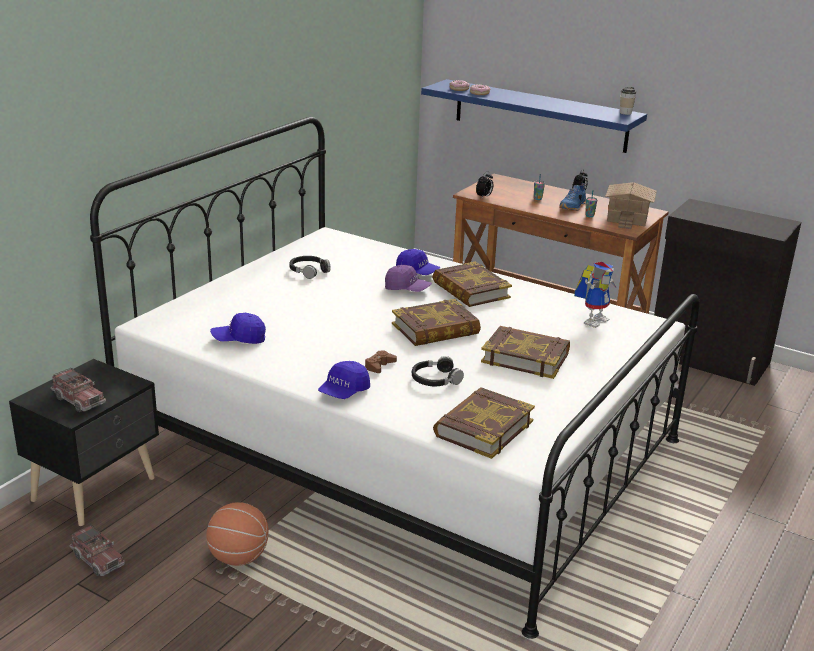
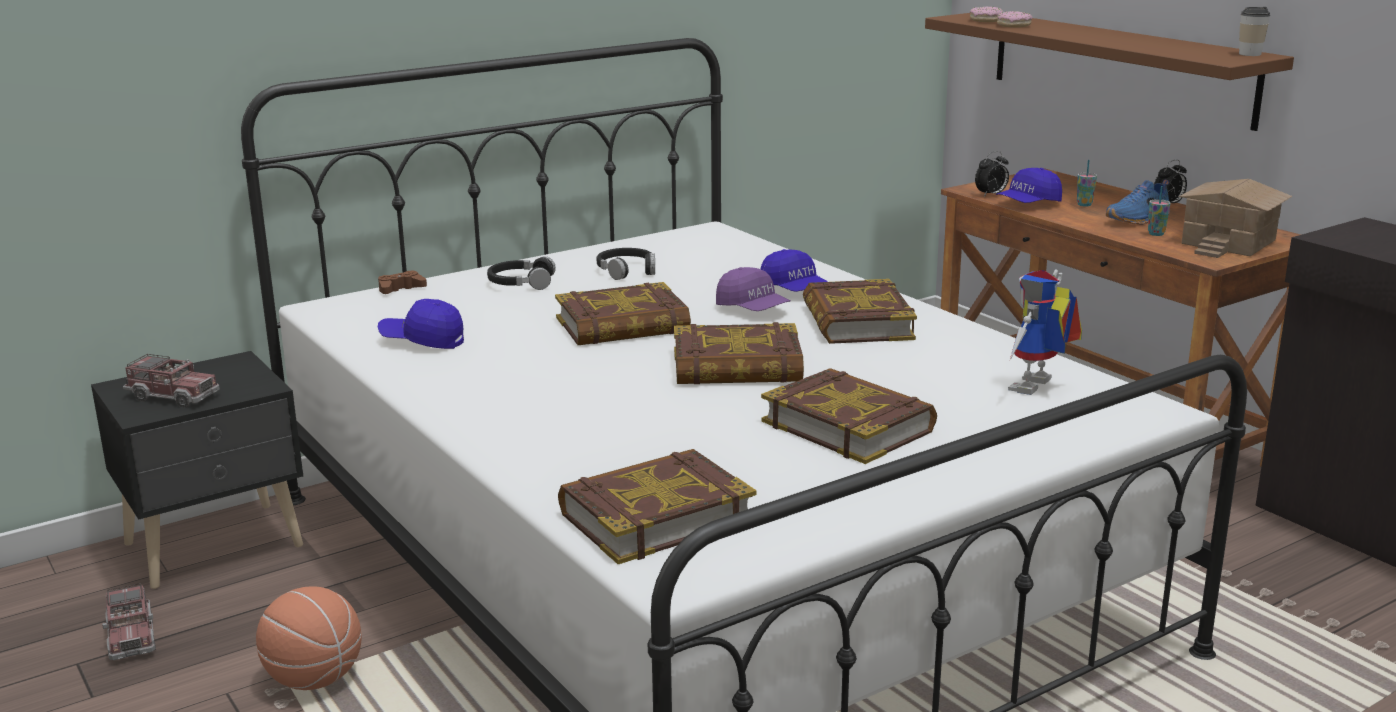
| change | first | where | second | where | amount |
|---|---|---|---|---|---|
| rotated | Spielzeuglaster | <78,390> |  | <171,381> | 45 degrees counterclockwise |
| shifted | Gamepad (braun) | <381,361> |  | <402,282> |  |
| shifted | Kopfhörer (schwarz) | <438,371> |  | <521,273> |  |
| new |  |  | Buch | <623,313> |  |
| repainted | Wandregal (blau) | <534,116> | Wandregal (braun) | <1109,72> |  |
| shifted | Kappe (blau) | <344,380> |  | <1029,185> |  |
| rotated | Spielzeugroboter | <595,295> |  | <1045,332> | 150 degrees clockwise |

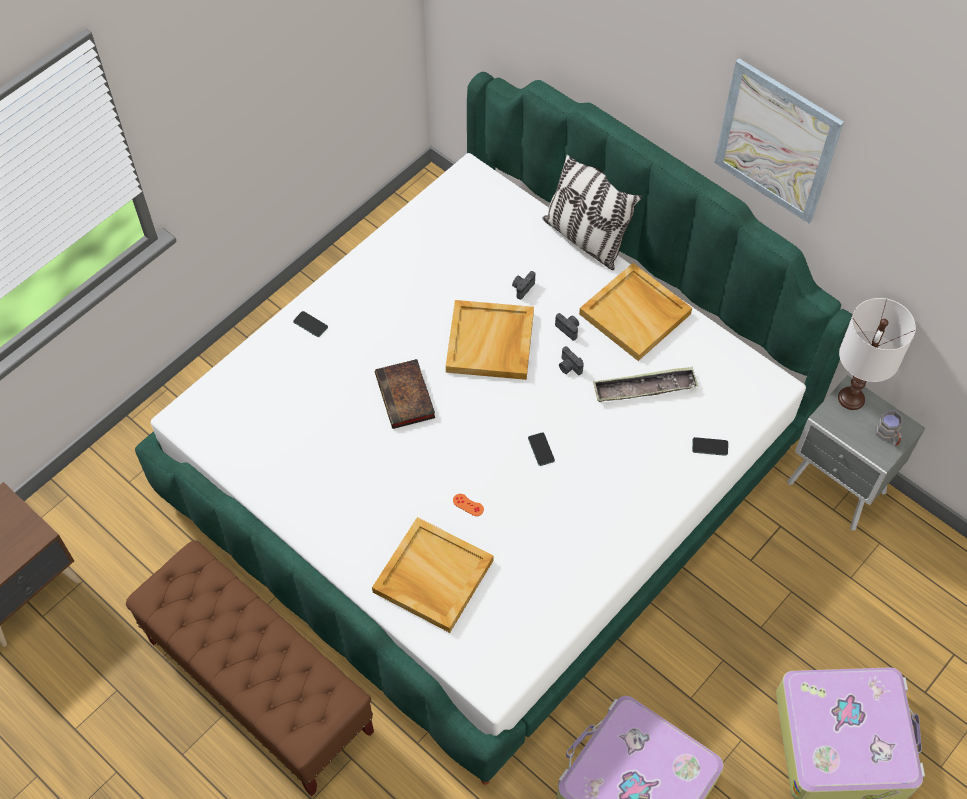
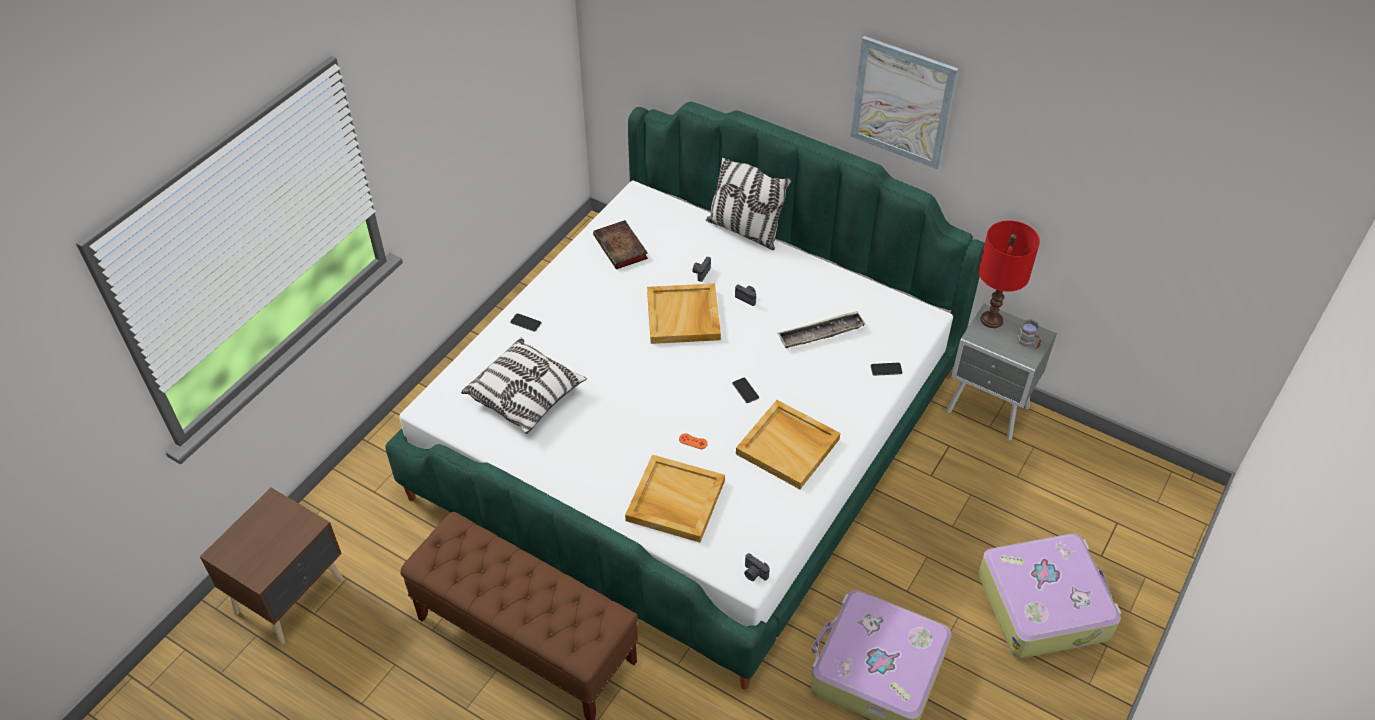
| change | first | where | second | where | amount |
|---|---|---|---|---|---|
| new |  |  | Kissen | <524,386> |  |
| shifted | Buch | <405,394> |  | <620,244> |  |
| shifted | Tablett (beige) | <635,312> |  | <788,444> |  |
| shifted | Kamera | <571,360> |  | <757,567> |  |
| repainted | Tischlampe (weiß) | <877,354> | Tischlampe (rot) | <1009,274> |  |

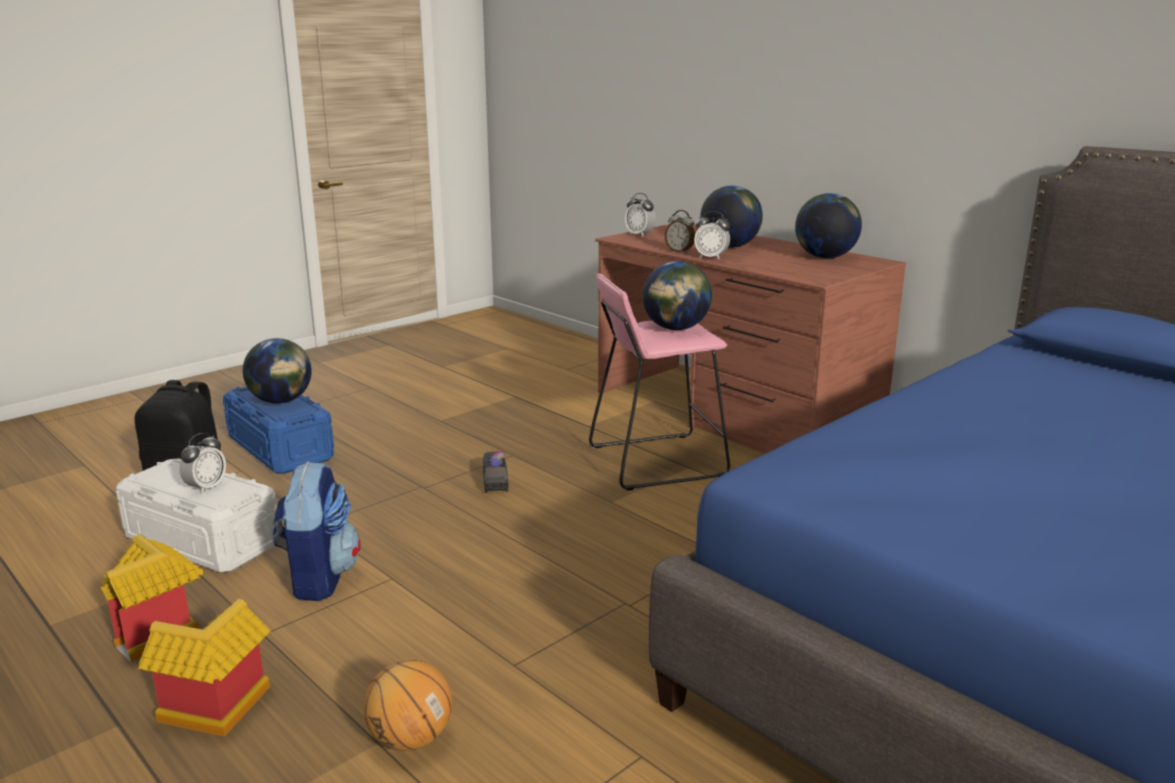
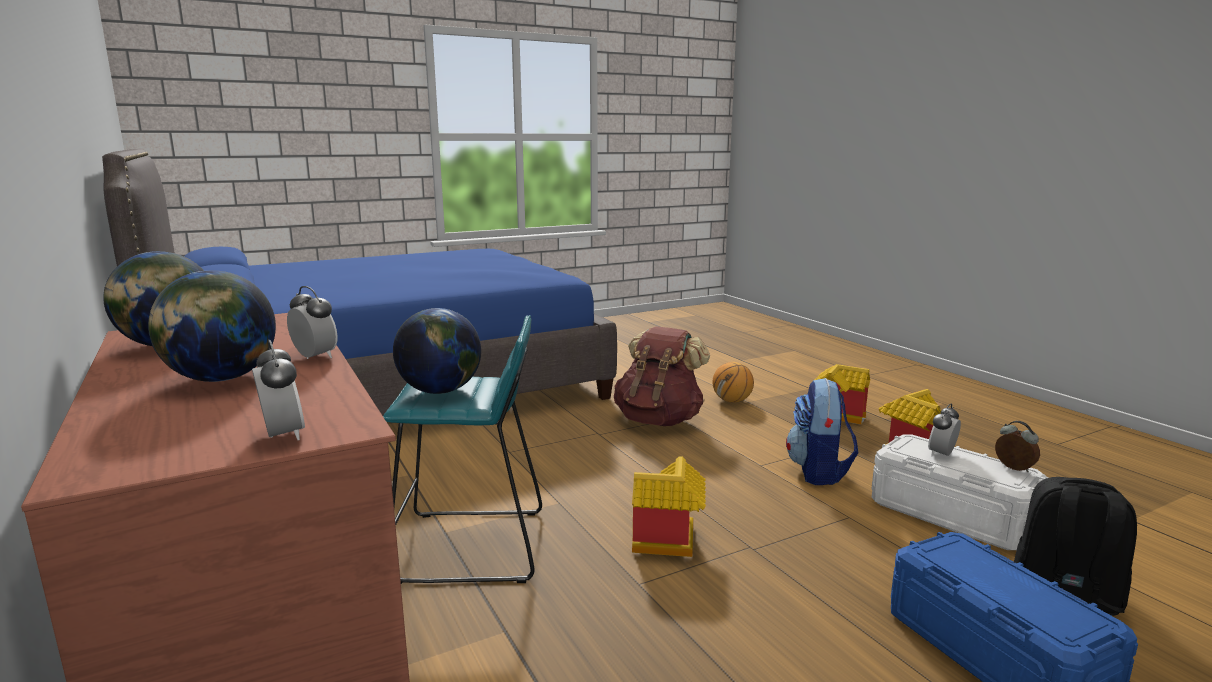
| change | first | where | second | where | amount |
|---|---|---|---|---|---|
| repainted | Hocker (rosa) | <659,382> | Hocker (türkis) | <462,449> |  |
| new |  |  | Rucksack (braun) | <662,376> |  |
| swapped | Spielzeuglaster | <496,472> | Spielzeughaus | <669,506> |  |
| shifted | Wecker | <680,231> |  | <1017,446> |  |
| gone | Globus | <277,371> |  |  |  |

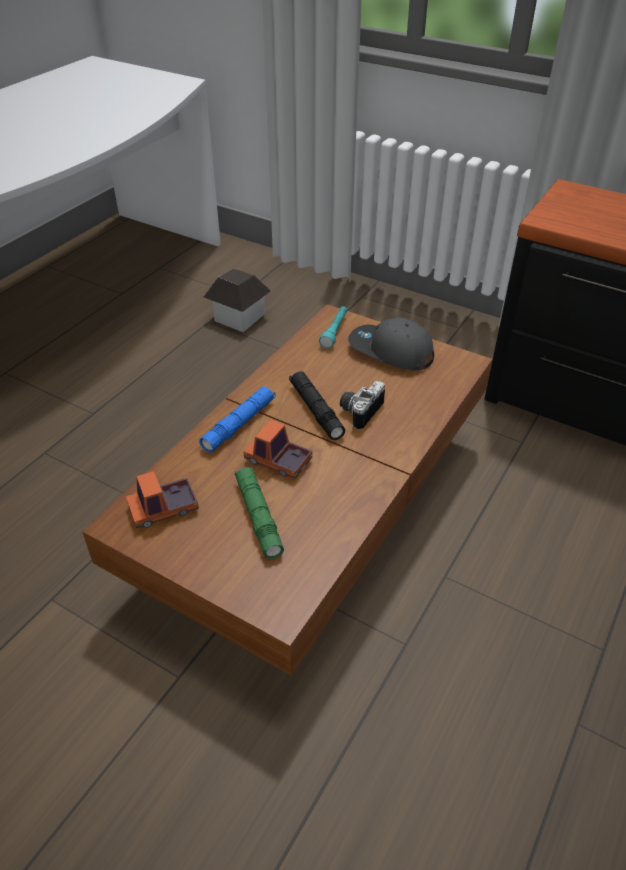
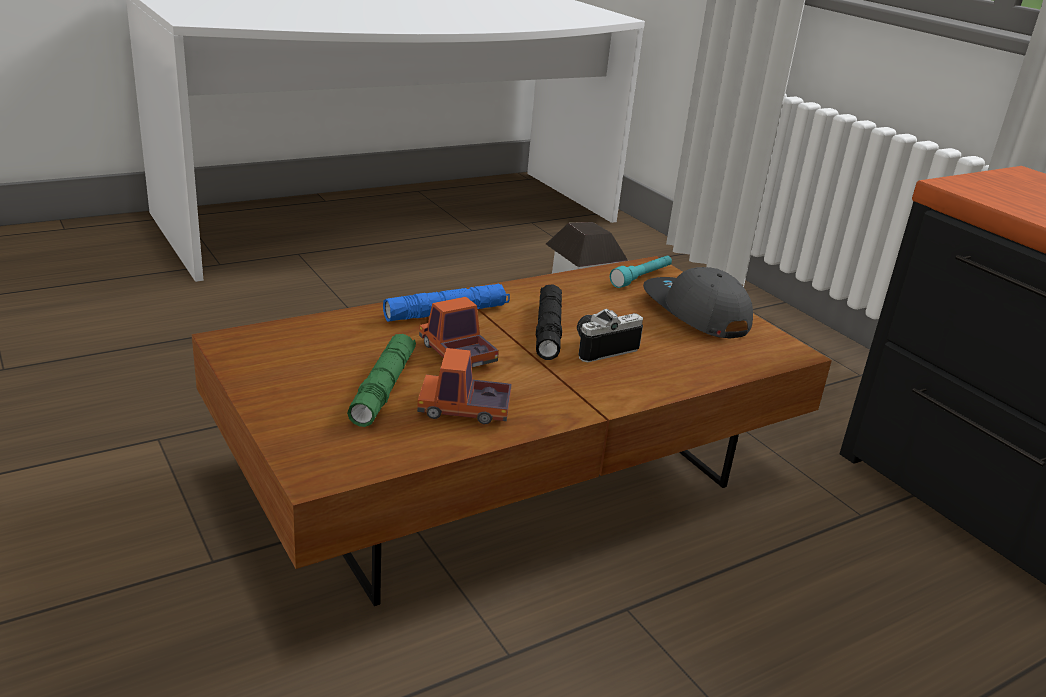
| change | first | where | second | where | amount |
|---|---|---|---|---|---|
| shifted | Spielzeuglaster | <162,499> |  | <464,386> |  |

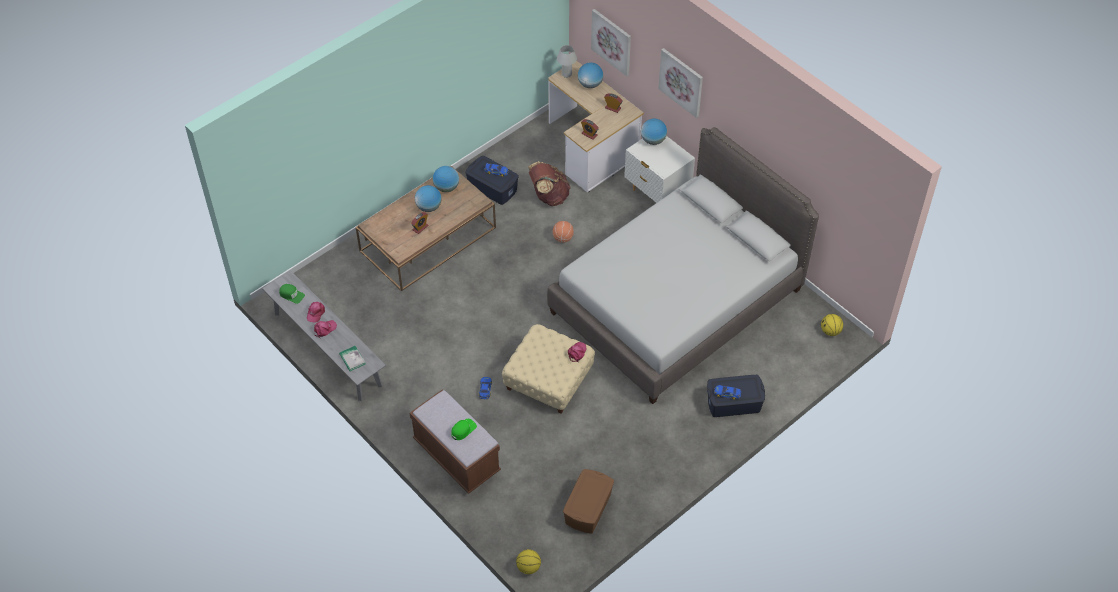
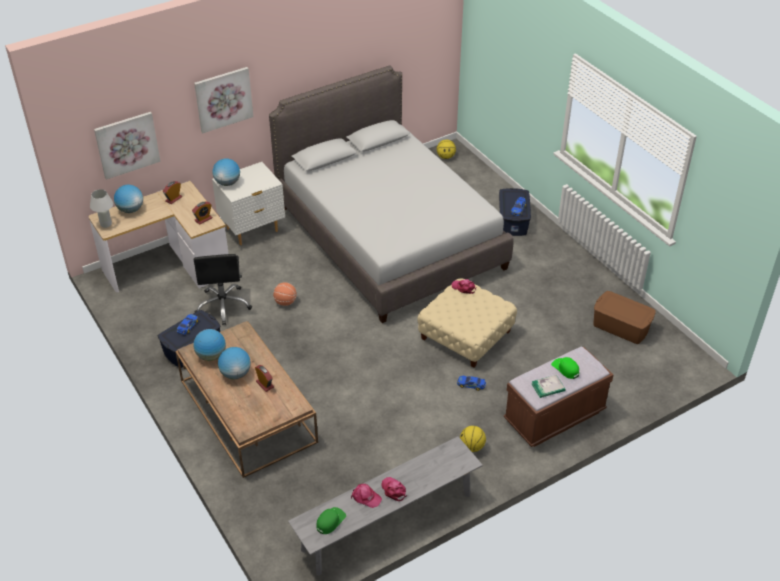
| change | first | where | second | where | amount |
|---|---|---|---|---|---|
| swapped | Rucksack (braun) | <549,183> | Bürostuhl (schwarz) | <223,289> |  |
| shifted | Basketball | <528,561> |  | <473,439> |  |
| shifted | Buch | <352,358> |  | <548,386> |  |

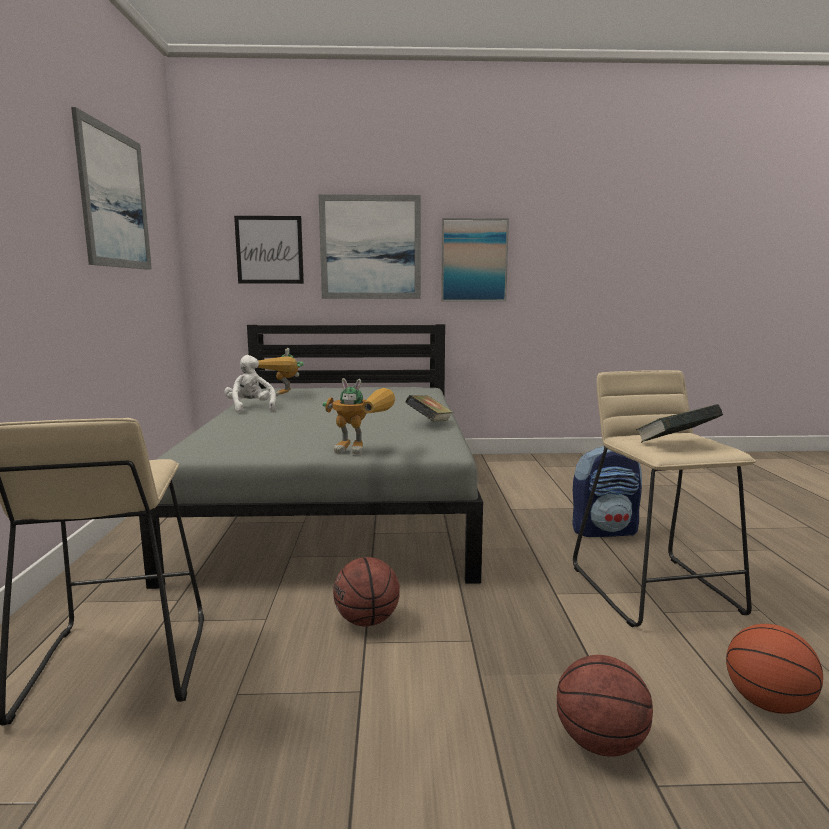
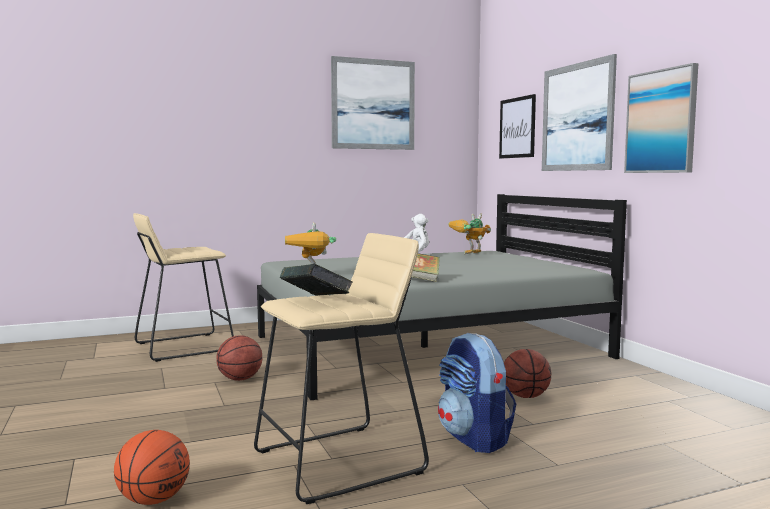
| change | first | where | second | where | amount |
|---|---|---|---|---|---|
| shifted | Basketball | <605,706> |  | <527,373> |  |

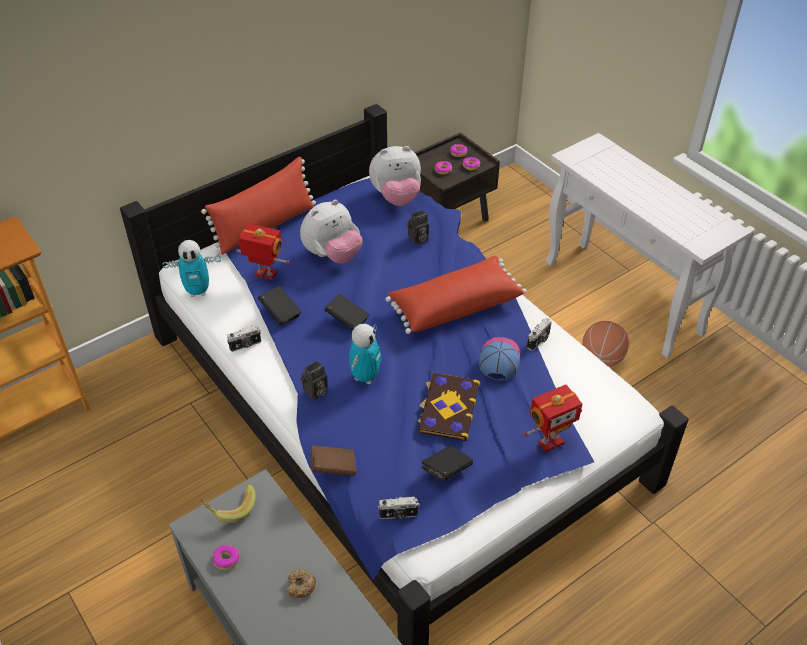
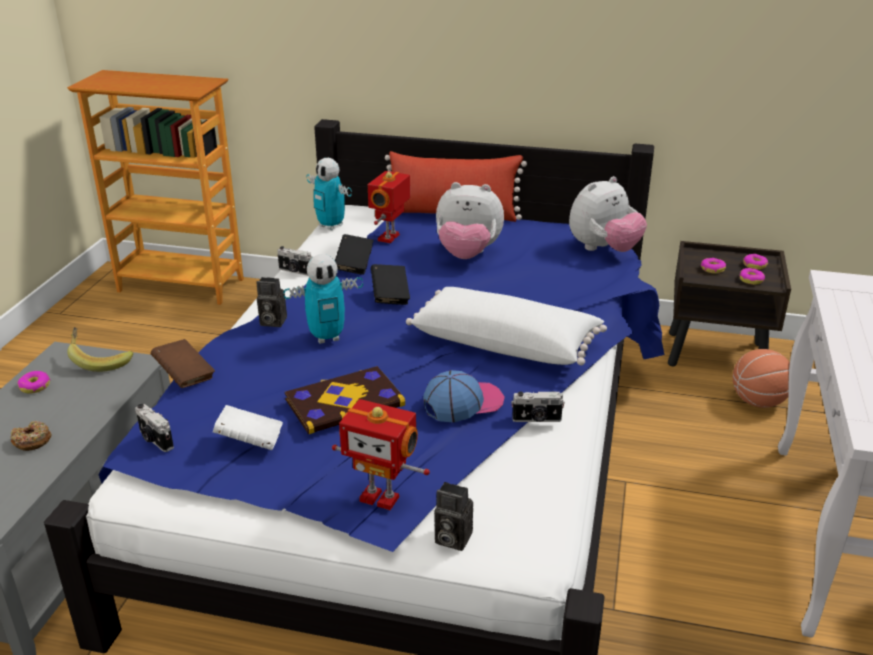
| change | first | where | second | where | amount |
|---|---|---|---|---|---|
| repainted | Buch (schwarz) | <447,463> | Buch (weiß) | <248,427> |  |
| rotated | Spielzeugroboter | <263,252> |  | <389,207> | 135 degrees counterclockwise |
| repainted | Kissen (rot) | <456,295> | Kissen (weiß) | <506,326> |  |
| shifted | Kamera | <418,227> |  | <453,516> |  |
| rotated | Plüschtier | <395,176> |  | <608,214> | 75 degrees counterclockwise |
| shifted | Basketball | <605,344> |  | <761,378> |  |

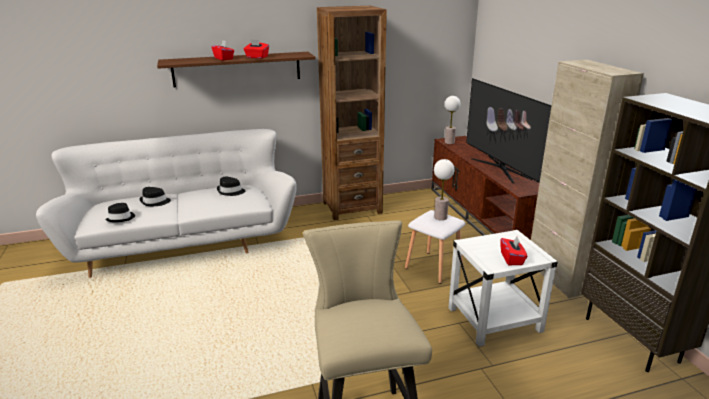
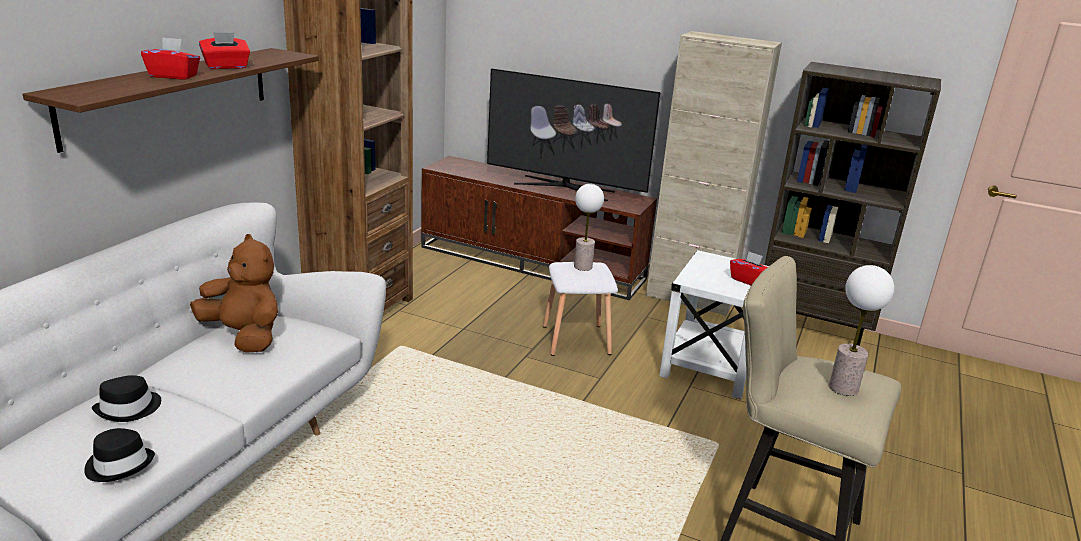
| change | first | where | second | where | amount |
|---|---|---|---|---|---|
| swapped | Hut (schwarz) | <231,186> | Plüschtier (braun) | <234,293> |  |
| shifted | Tischlampe | <452,120> |  | <861,330> |  |

